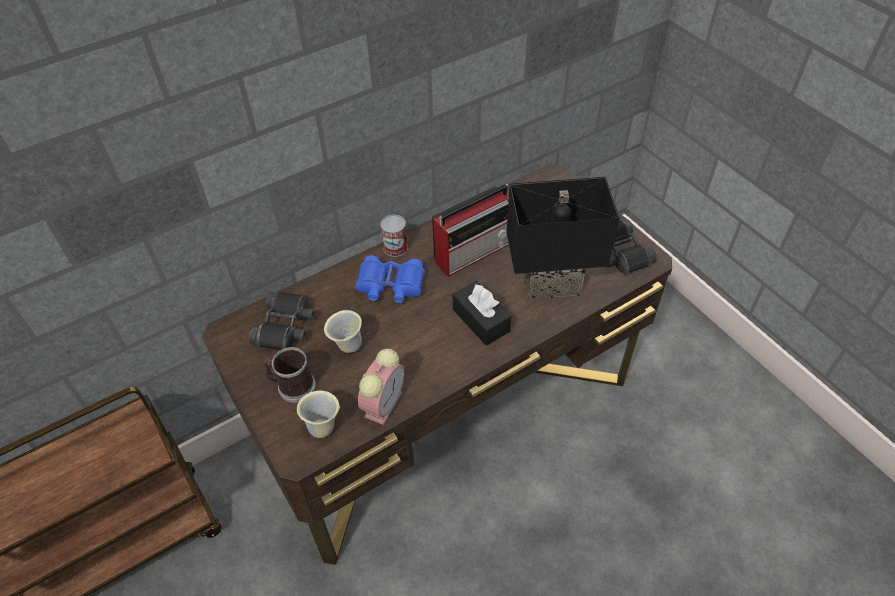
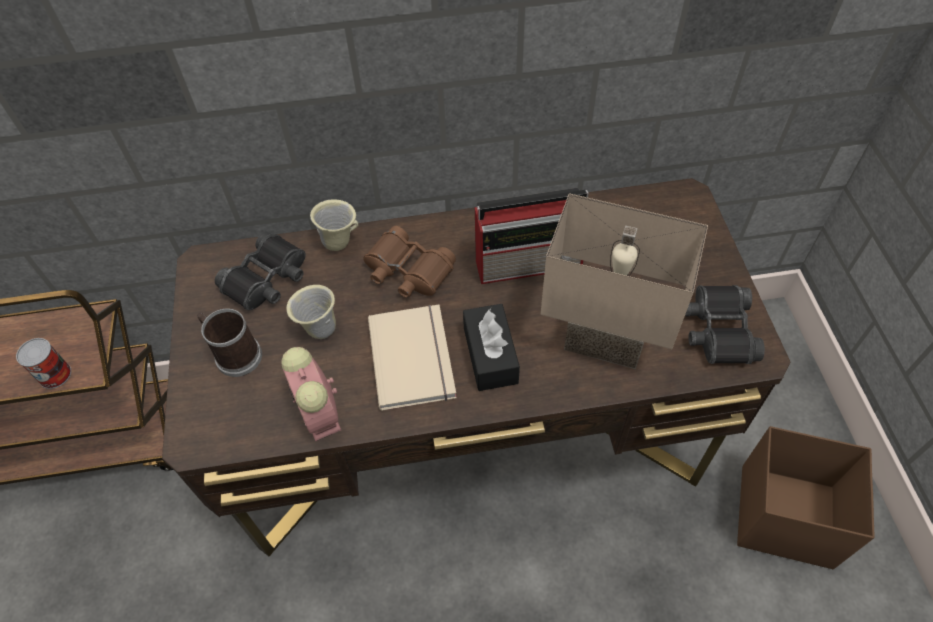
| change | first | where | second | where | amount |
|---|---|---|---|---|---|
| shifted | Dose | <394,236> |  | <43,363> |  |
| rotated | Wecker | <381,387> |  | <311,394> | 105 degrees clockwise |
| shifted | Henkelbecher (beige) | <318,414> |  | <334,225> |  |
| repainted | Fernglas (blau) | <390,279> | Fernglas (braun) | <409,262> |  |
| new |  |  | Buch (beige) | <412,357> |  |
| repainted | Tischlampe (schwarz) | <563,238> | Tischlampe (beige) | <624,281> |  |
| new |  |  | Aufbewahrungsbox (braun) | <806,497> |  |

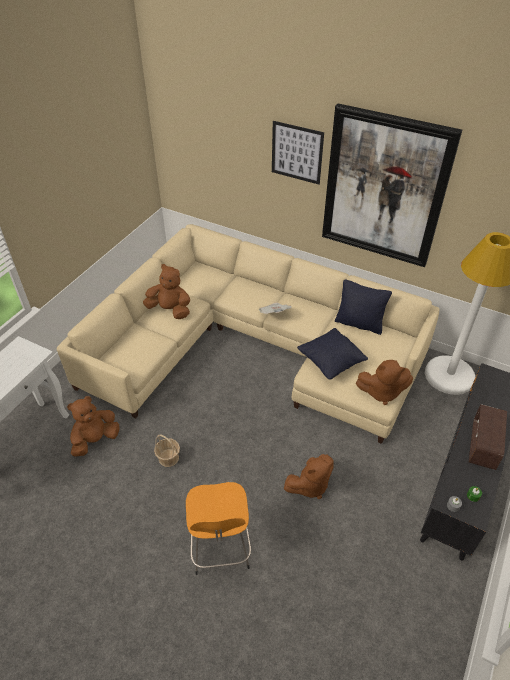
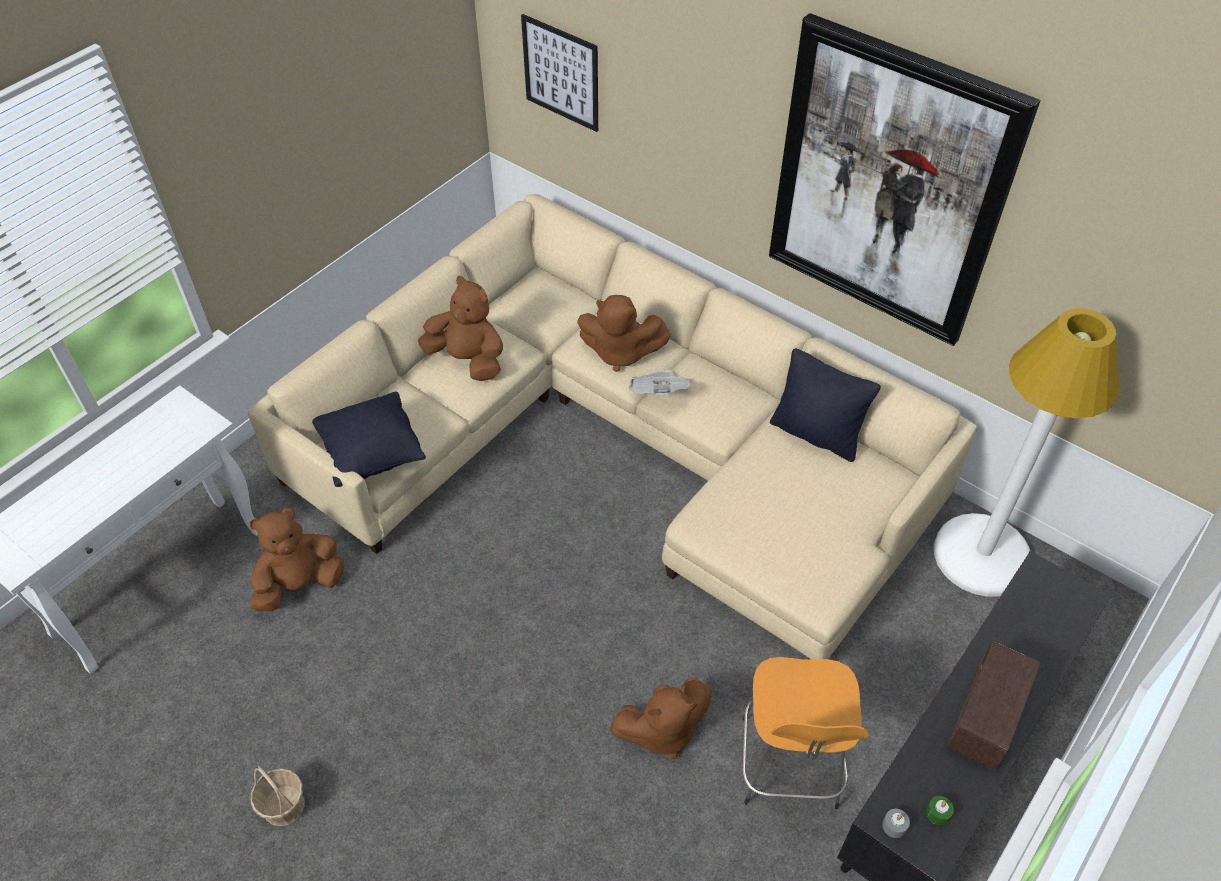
| change | first | where | second | where | amount |
|---|---|---|---|---|---|
| shifted | Korb | <167,450> |  | <277,796> |  |
| shifted | Kissen (schwarz) | <332,354> |  | <369,439> |  |
| shifted | Bild | <298,153> |  | <559,73> |  |
| shifted | Plüschtier (braun) | <384,382> |  | <624,333> |  |
| shifted | Hocker (orange) | <218,528> |  | <805,733> |  |

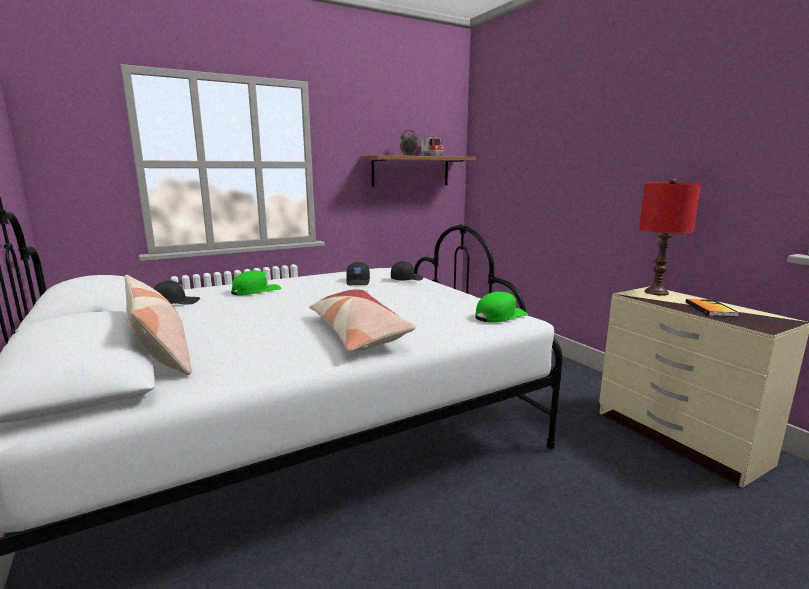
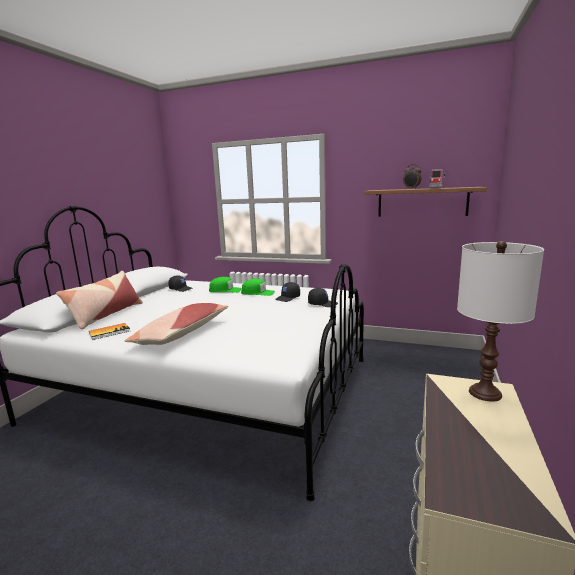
| change | first | where | second | where | amount |
|---|---|---|---|---|---|
| shifted | Buch | <712,308> |  | <109,331> |  |
| shifted | Kappe (grün) | <501,307> |  | <258,287> |  |
| repainted | Tischlampe (rot) | <670,237> | Tischlampe (weiß) | <500,321> |  |

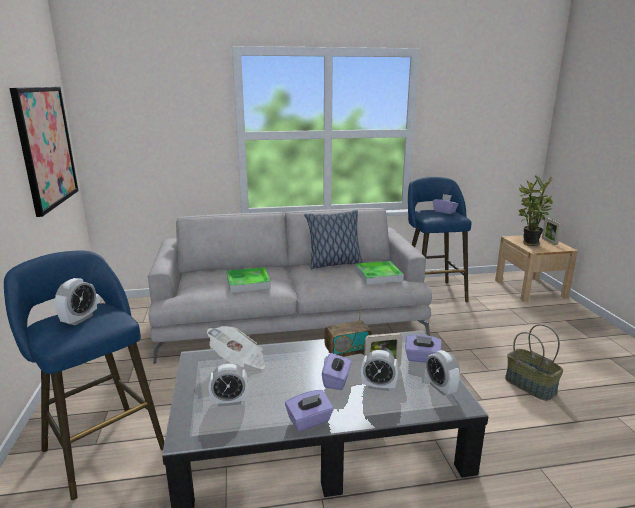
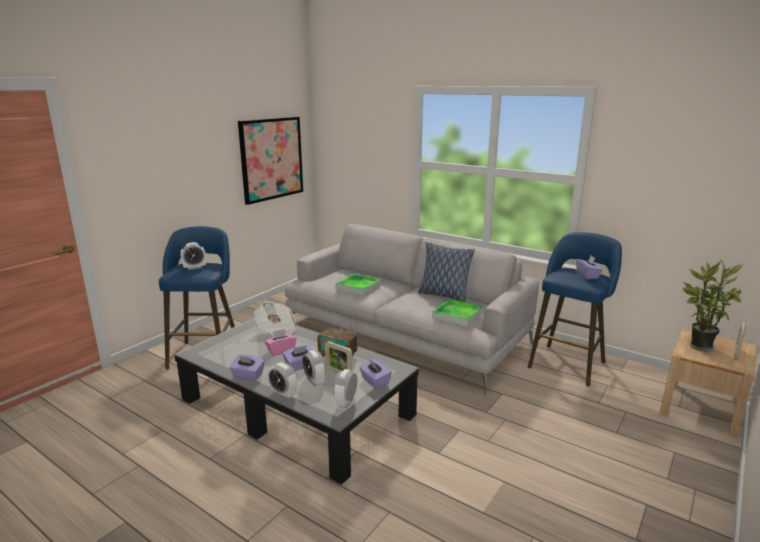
| change | first | where | second | where | amount |
|---|---|---|---|---|---|
| new |  |  | Taschentuchbox (rosa) | <280,342> |  |
| shifted | Wecker | <228,385> |  | <282,381> |  |
| gone | Korb | <534,362> |  |  |  |

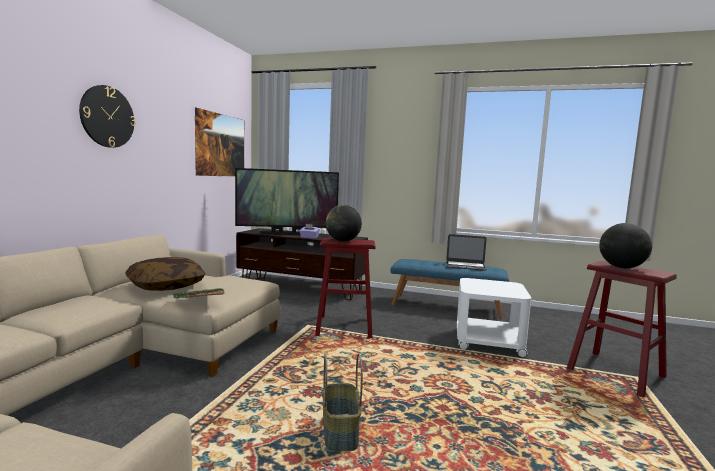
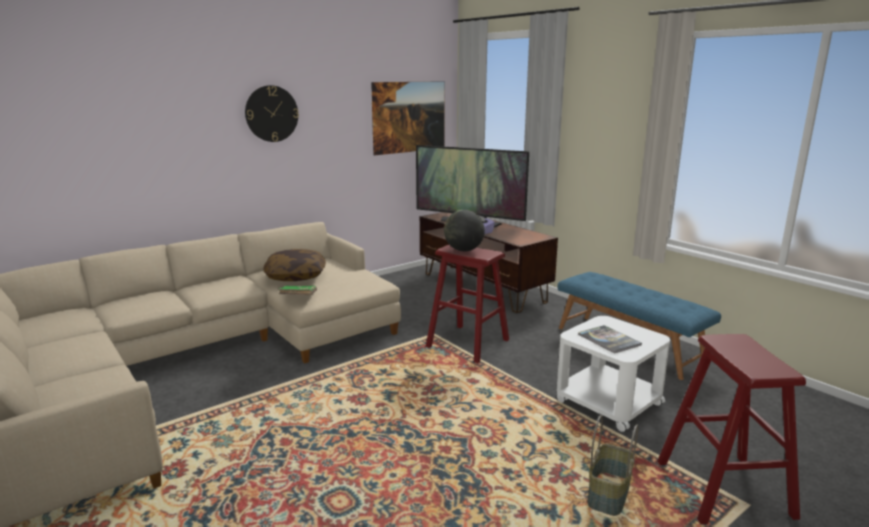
| change | first | where | second | where | amount |
|---|---|---|---|---|---|
| new |  |  | Buch | <610,339> |  |
| shifted | Korb | <342,403> |  | <613,465> |  |
| gone | Laptop | <466,252> |  |  |  |
| gone | Globus | <625,246> |  |  |  |

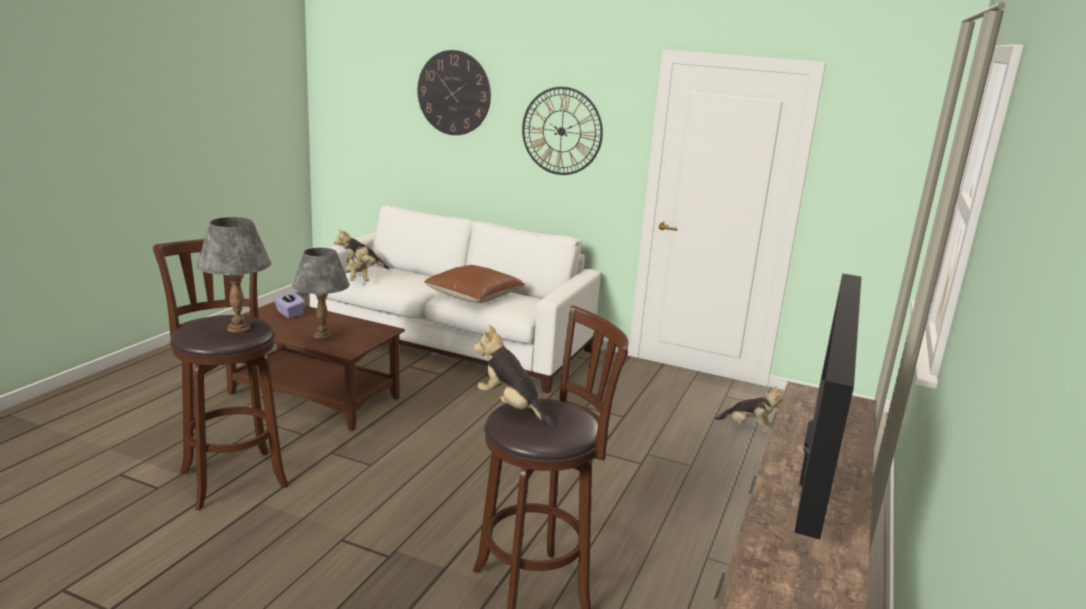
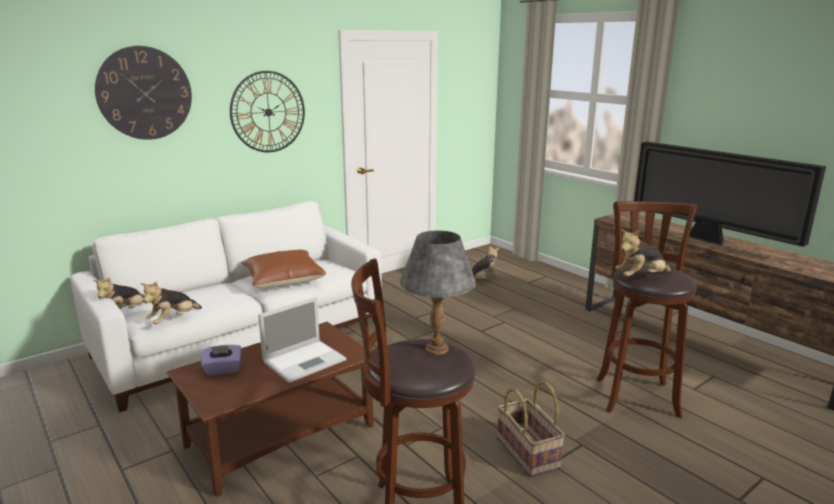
| change | first | where | second | where | amount |
|---|---|---|---|---|---|
| rotated | Plüschtier | <357,262> |  | <171,303> | 120 degrees clockwise |
| swapped | Tischlampe (grau) | <321,293> | Laptop | <302,340> |  |
| new |  |  | Korb | <531,429> |  |

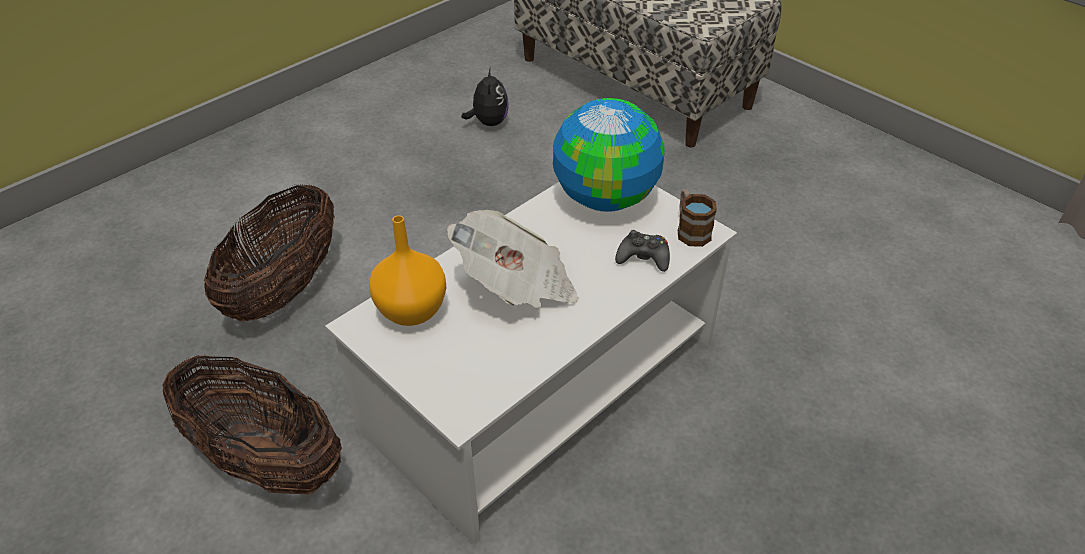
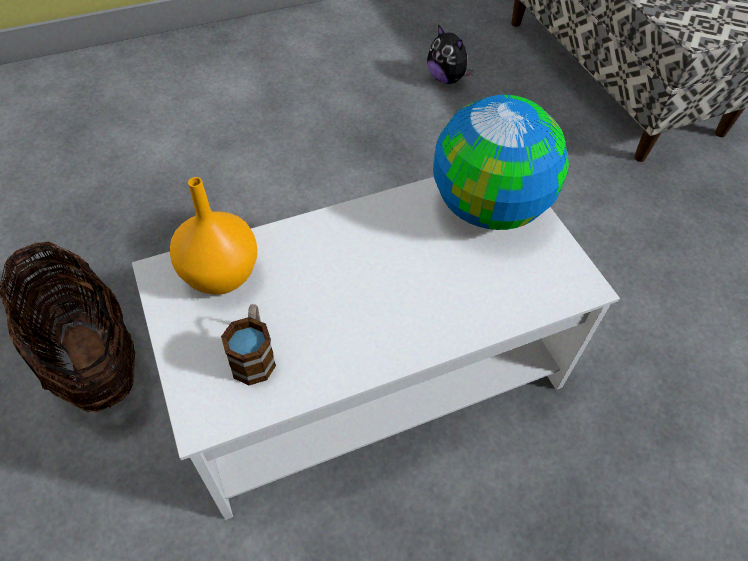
| change | first | where | second | where | amount |
|---|---|---|---|---|---|
| shifted | Henkelbecher | <697,218> |  | <248,344> |  |
| rotated | Plüschtier | <485,96> |  | <450,54> | 120 degrees clockwise |
| gone | Korb | <269,252> |  |  |  |
| gone | Zeitung | <513,259> |  |  |  |
| gone | Gamepad (schwarz) | <642,251> |  |  |  |

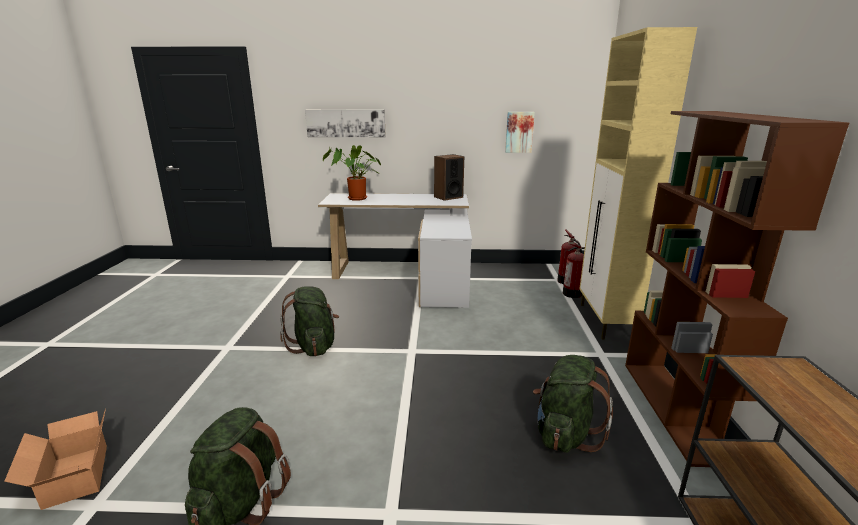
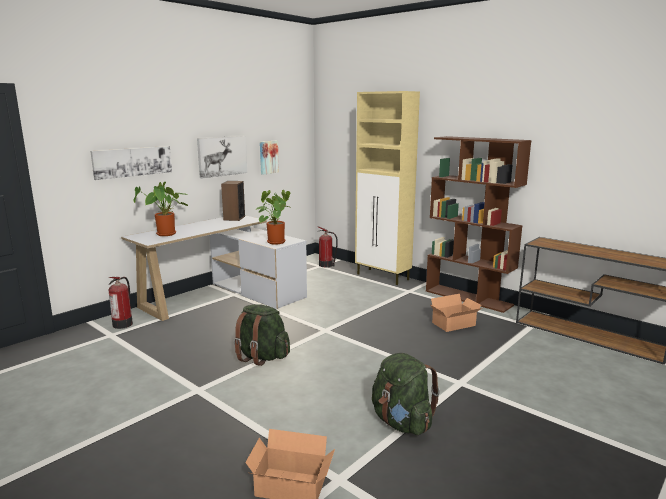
| change | first | where | second | where | amount |
|---|---|---|---|---|---|
| shifted | Feuerlöscher | <574,271> |  | <120,303> |  |
| new |  |  | Bild | <222,157> |  |
| new |  |  | Topfpflanze | <272,217> |  |
| swapped | Rucksack (grün) | <573,404> | Karton | <456,313> |  |

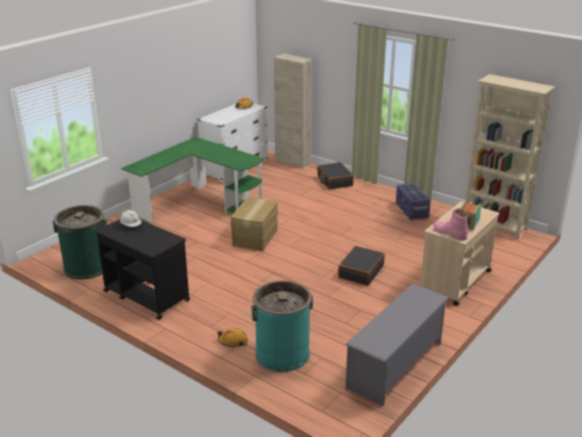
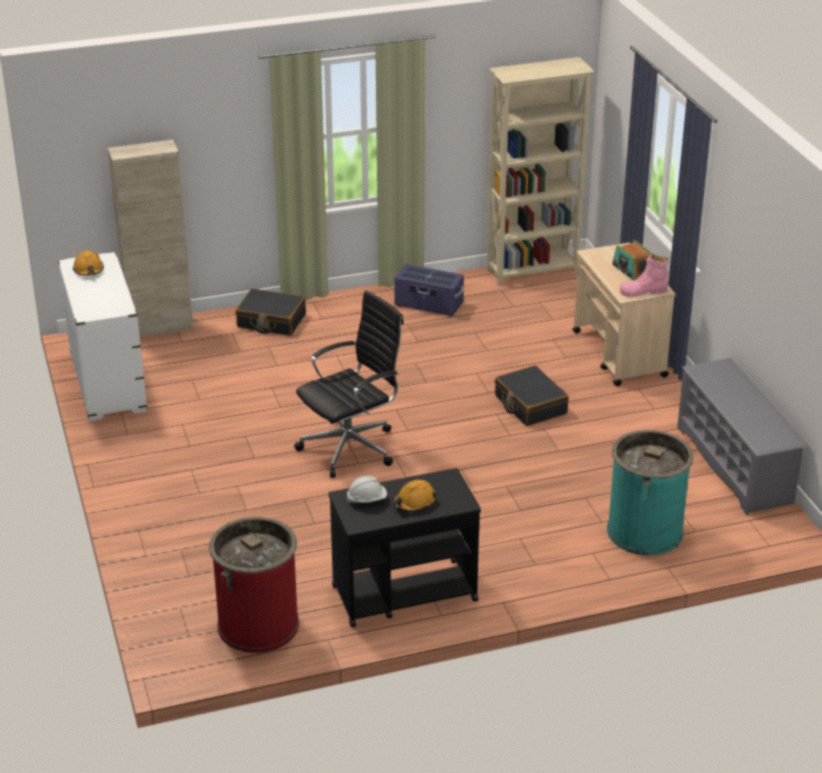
| change | first | where | second | where | amount |
|---|---|---|---|---|---|
| repainted | Mülleimer (grün) | <80,242> | Mülleimer (rot) | <254,585> |  |
| swapped | Karton | <254,224> | Bürostuhl (schwarz) | <349,384> |  |
| shifted | Schutzhelm (orange) | <232,338> |  | <415,496> |  |
| gone | Schreibtisch (grün) | <192,180> |  |  |  |

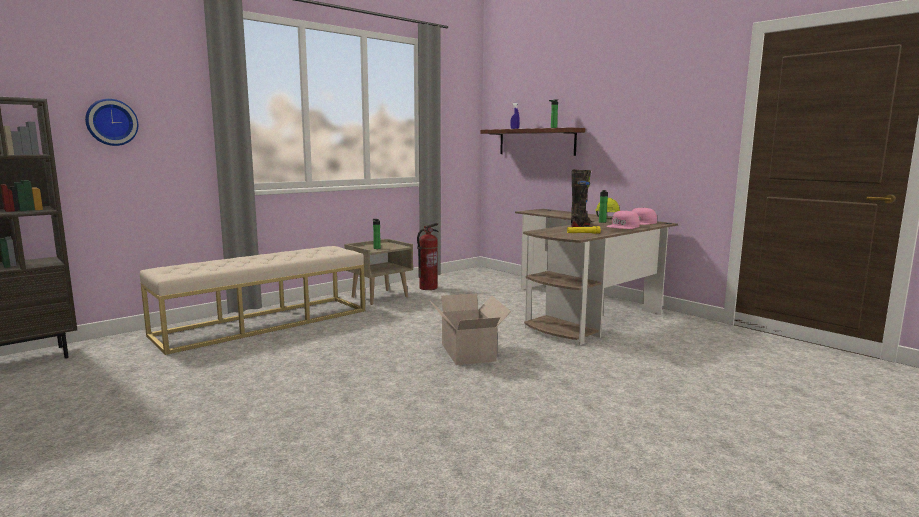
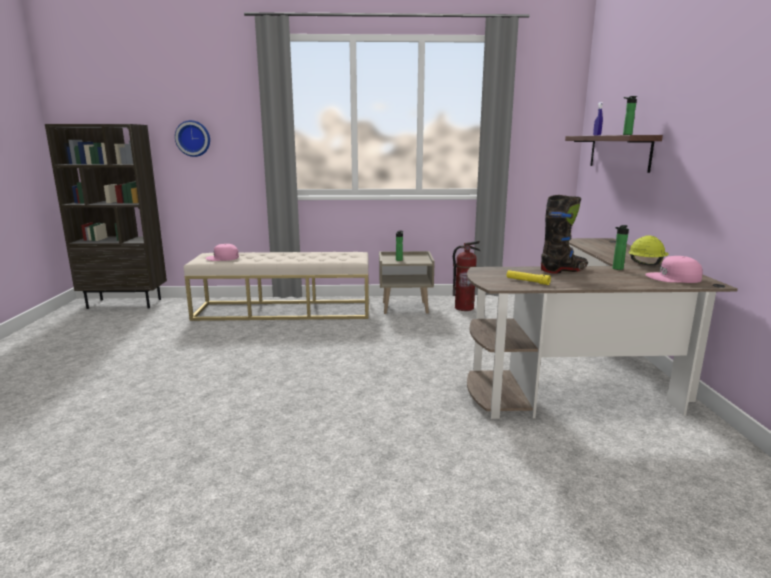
| change | first | where | second | where | amount |
|---|---|---|---|---|---|
| shifted | Kappe (rosa) | <623,219> |  | <222,252> |  |
| gone | Karton | <470,329> |  |  |  |

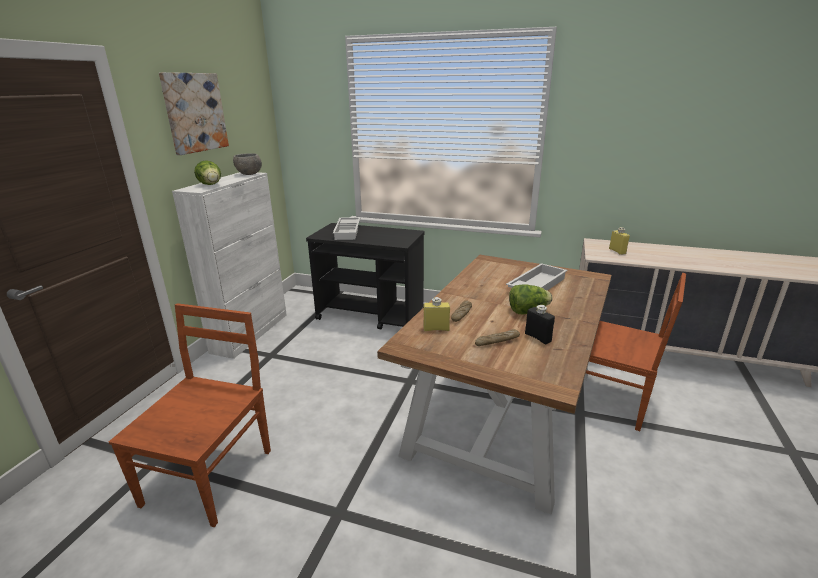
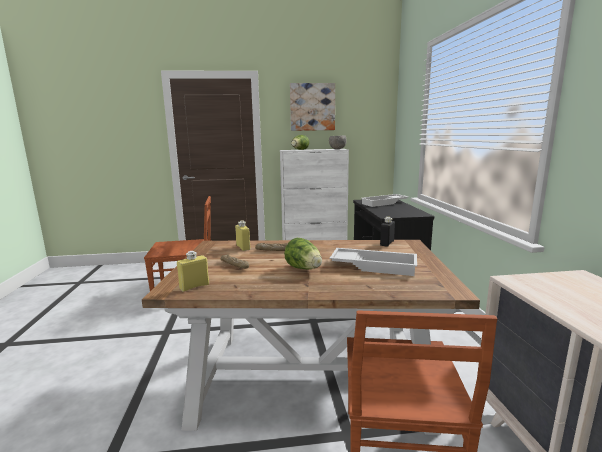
| change | first | where | second | where | amount |
|---|---|---|---|---|---|
| shifted | Flasche (gelb) | <619,241> |  | <193,271> |  |
| shifted | Flasche (schwarz) | <540,324> |  | <387,232> |  |

